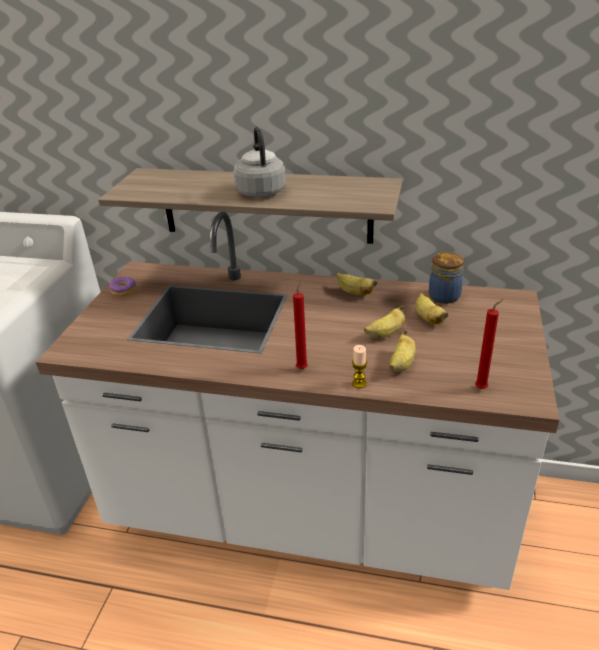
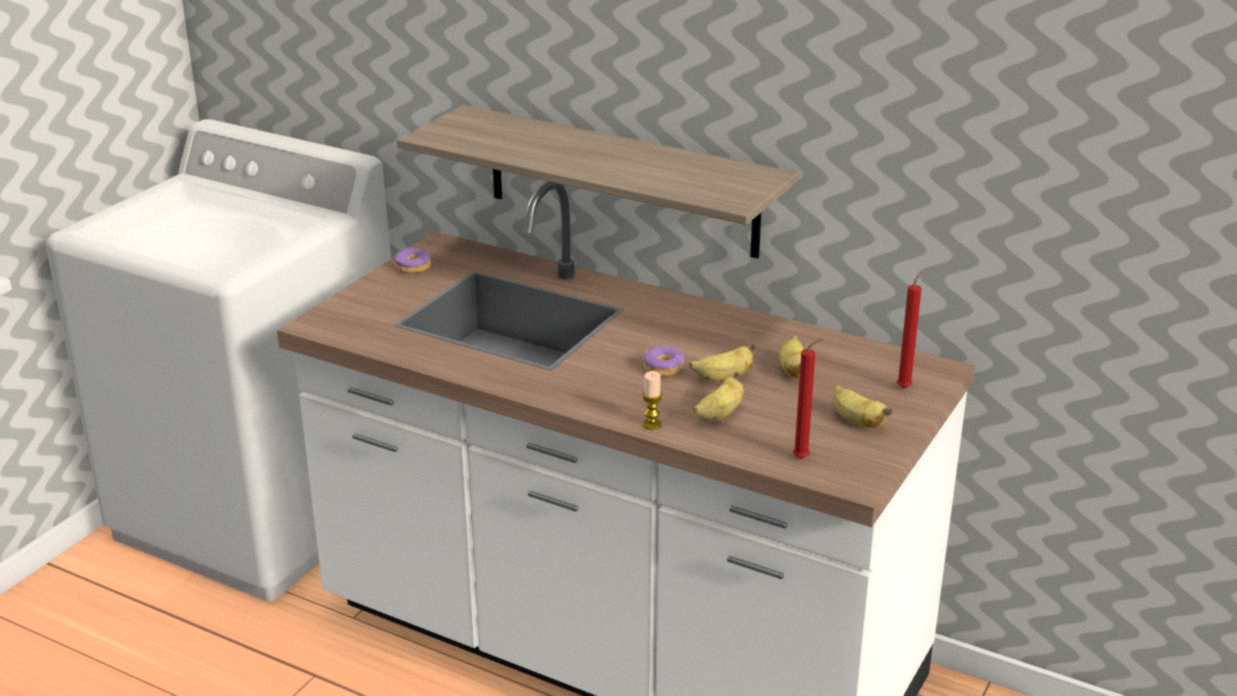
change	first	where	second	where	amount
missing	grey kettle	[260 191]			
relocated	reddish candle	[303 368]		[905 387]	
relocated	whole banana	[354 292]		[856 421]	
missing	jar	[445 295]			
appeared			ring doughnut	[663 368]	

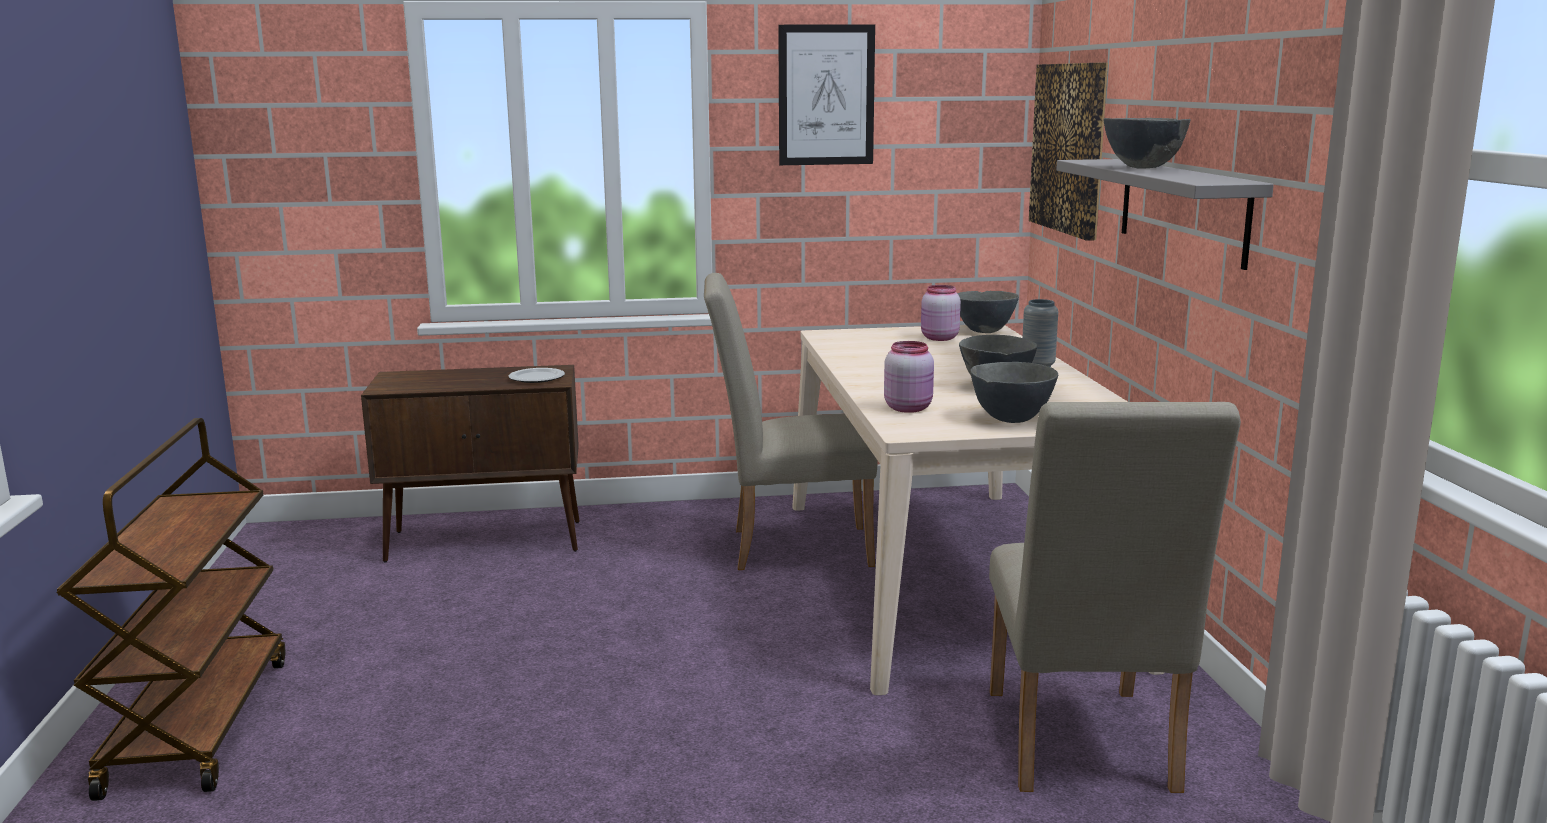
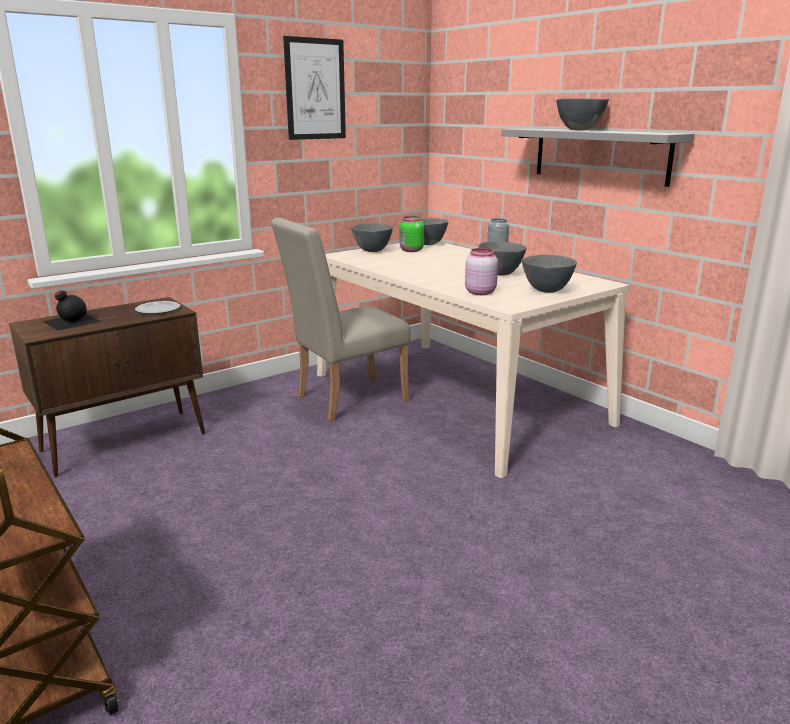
change	first	where	second	where	amount
colour	pink jar	[938 338]	green jar	[411 250]	
missing	beige-coloured chair	[1081 749]			
missing	wall art	[1069 148]			
appeared			black-coloured drink bottle	[70 321]	
appeared			grey bowl	[372 251]	

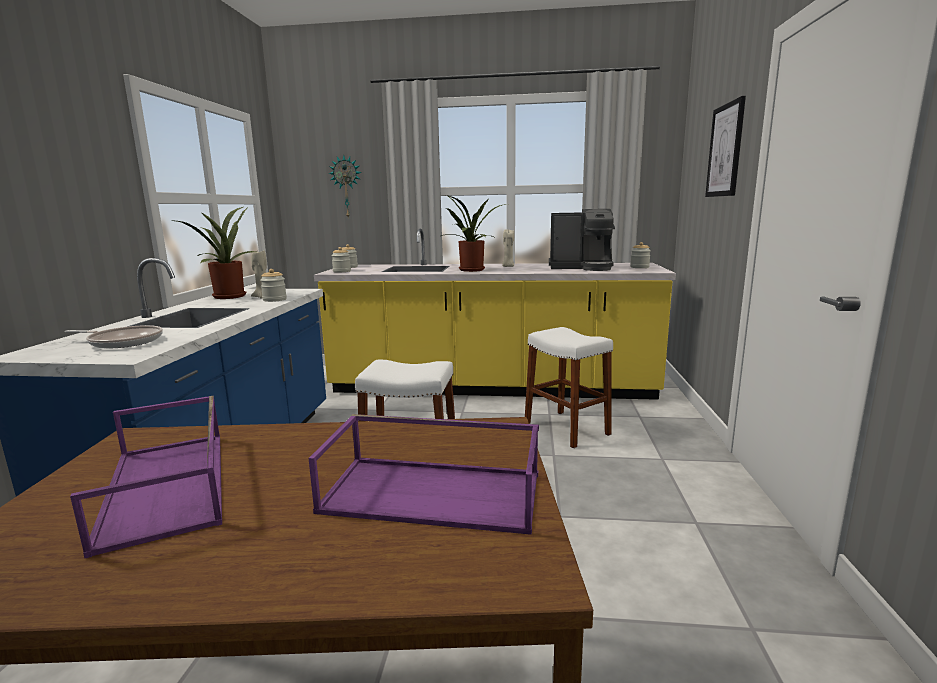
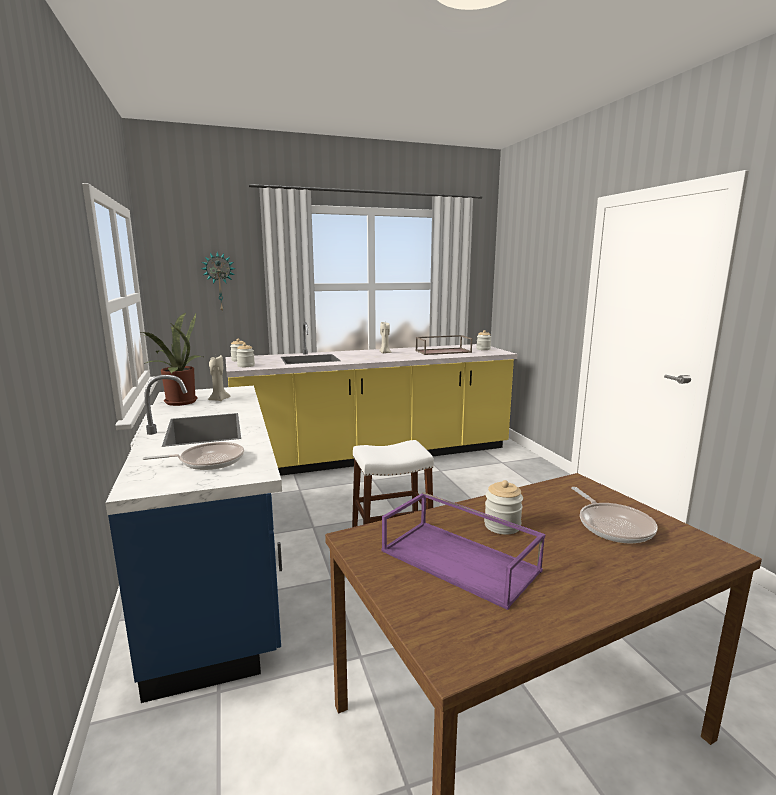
change	first	where	second	where	amount
relocated	jar	[274 300]		[502 526]	
exchanged	purple-coloured carrying tray	[435 492]	pan	[613 526]	
missing	houseplant	[472 270]			
missing	white-coloured stool seat	[566 429]			
exchanged	coffee maker	[581 267]	brownish carrying tray	[443 351]	
missing	wall art	[725 150]			

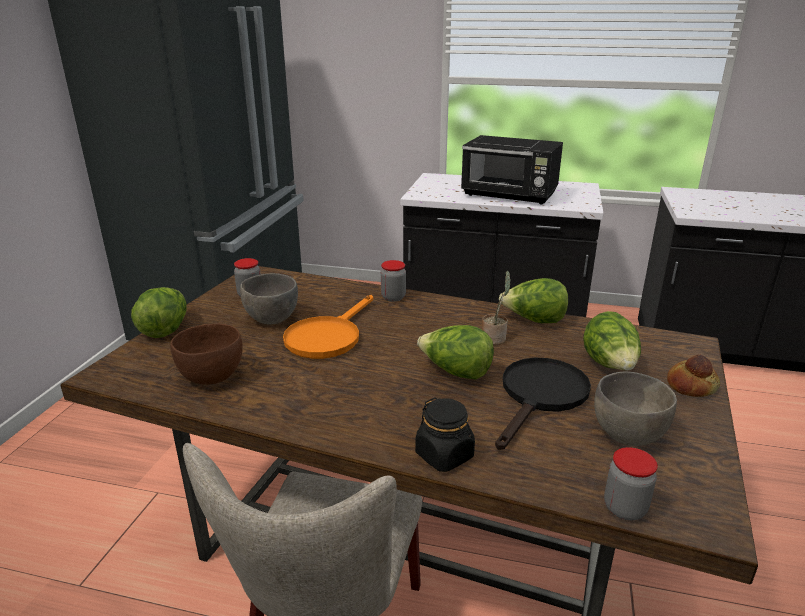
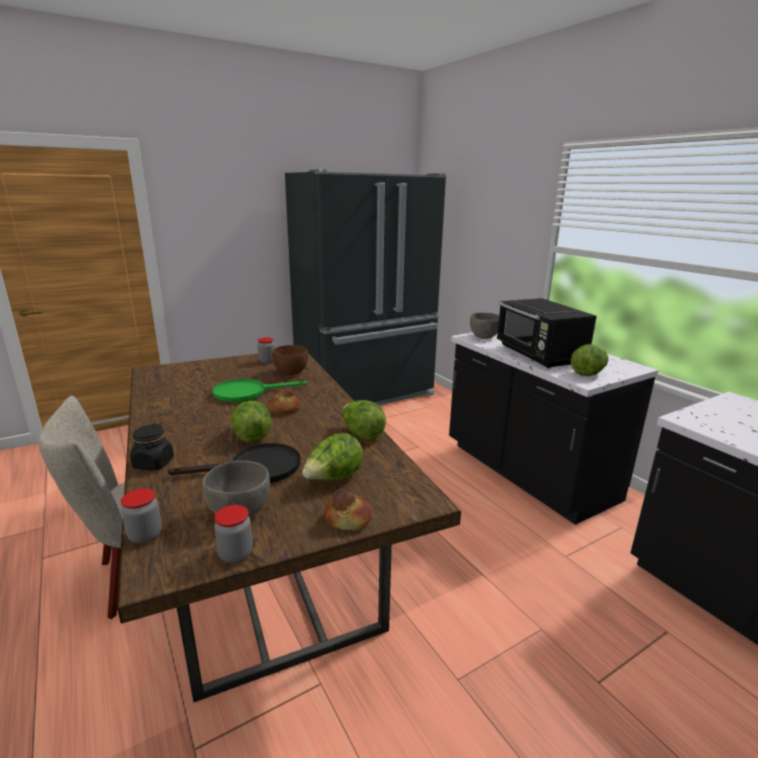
change	first	where	second	where	amount
relocated	lettuce head	[165 329]		[588 373]	
relocated	brownish bowl	[212 377]		[291 373]	
relocated	grey bowl	[271 318]		[484 337]	
colour	orange pan	[328 337]	green pan	[247 393]	
relocated	jar	[393 297]		[236 554]	
missing	houseplant	[494 338]			
appeared			bakery bread	[283 409]	

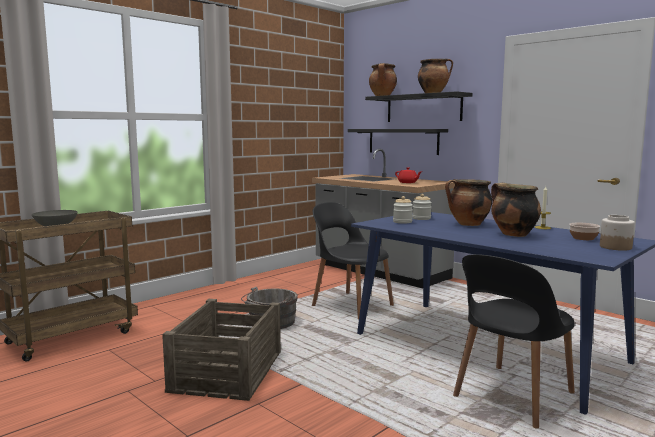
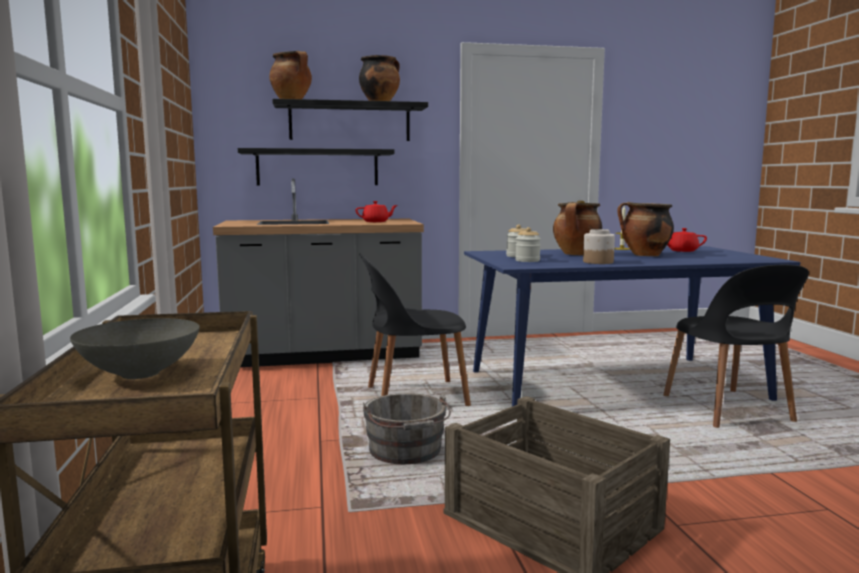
change	first	where	second	where	amount
exchanged	bowl	[583 238]	reddish tea pot	[681 251]	
relocated	jar	[615 247]		[597 262]	

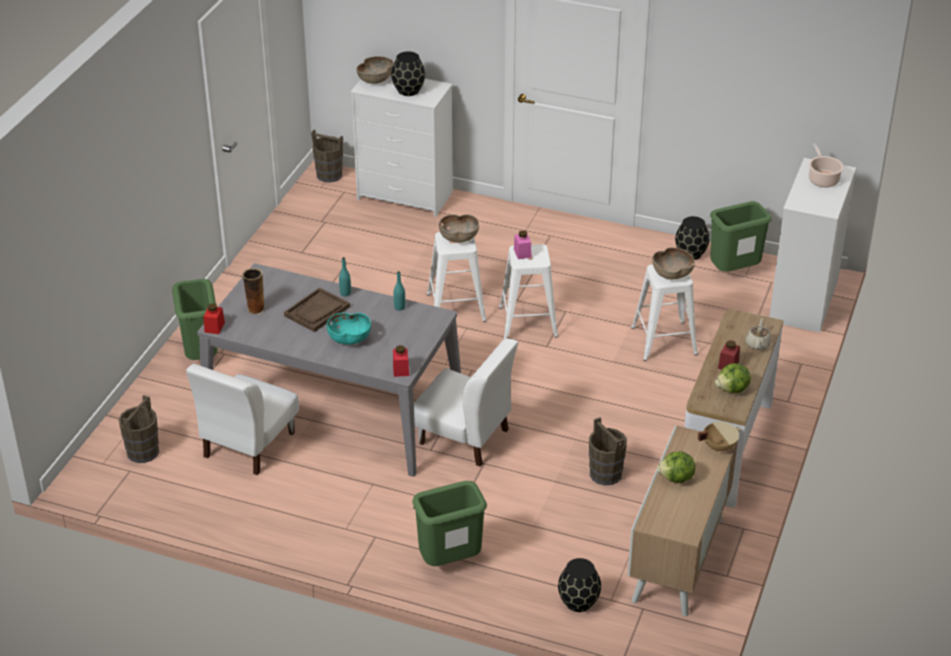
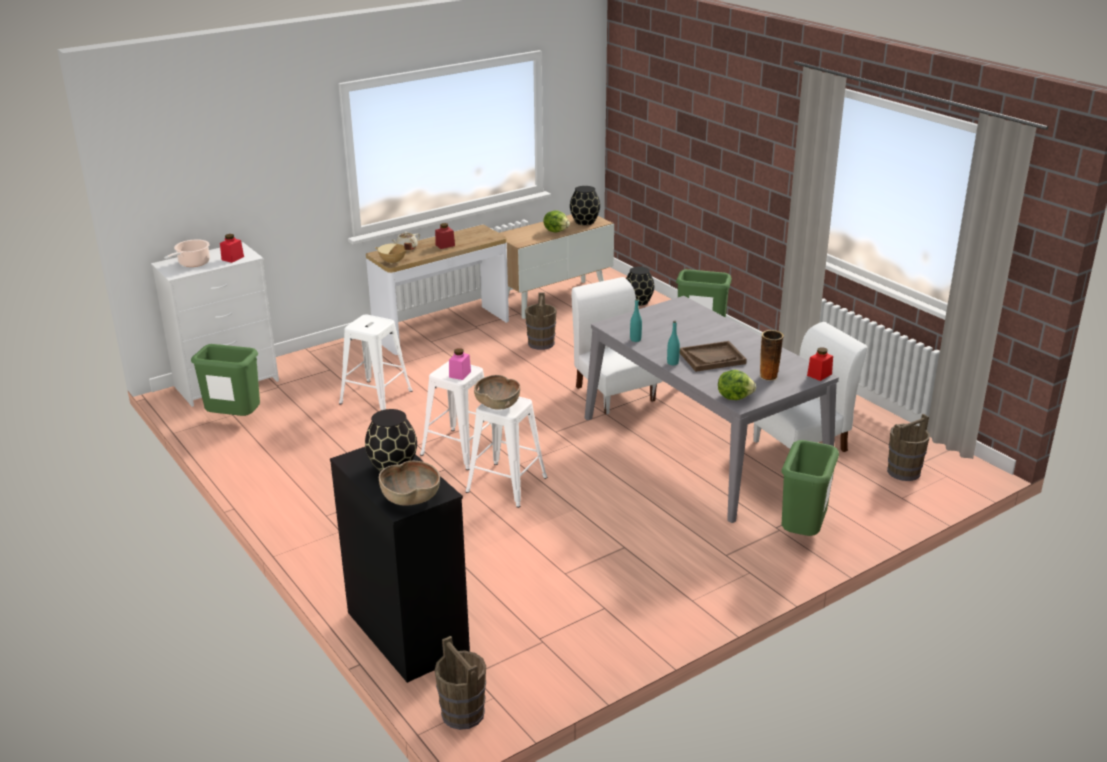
change	first	where	second	where	amount
missing	turquoise bowl	[349 339]			
colour	white-coloured drawer chest	[405 196]	black-coloured drawer chest	[406 632]	
relocated	reddish jar	[401 370]		[232 258]	
missing	brownish bowl	[672 274]			
relocated	black-coloured vase	[691 254]		[584 222]	
relocated	beige-coloured stockpot	[719 446]		[393 262]	
relocated	lettuce head	[732 389]		[734 397]	

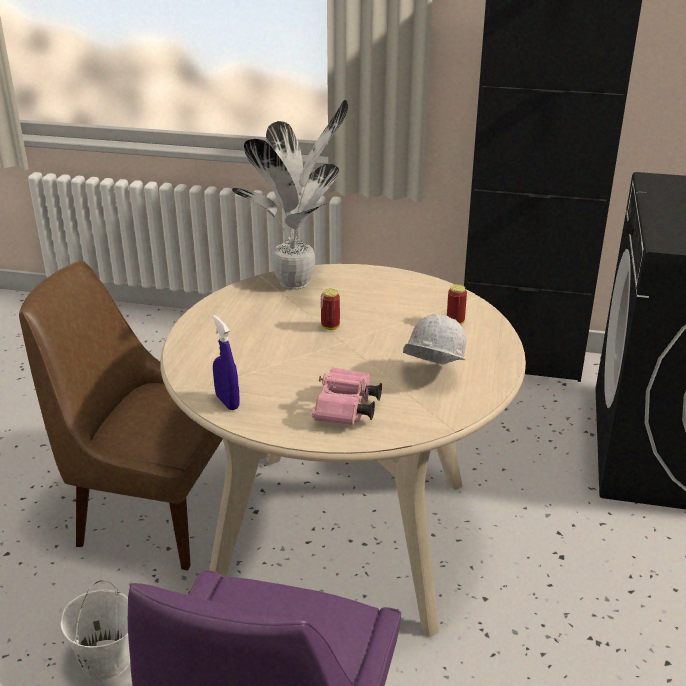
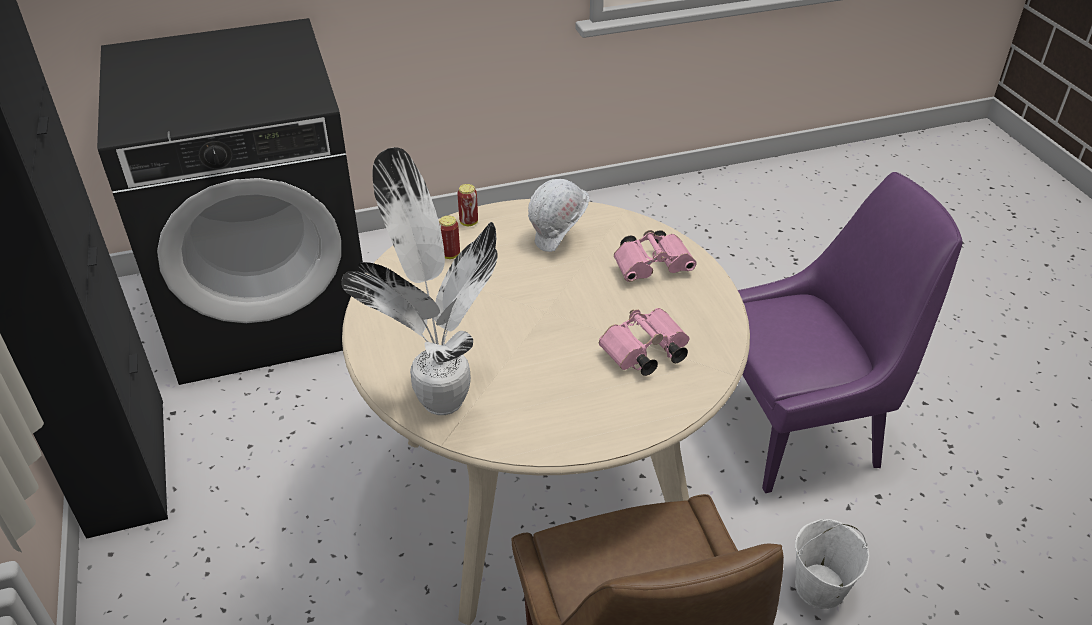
change	first	where	second	where	amount
missing	bluish spray bottle	[227 402]			
relocated	metal can	[330 327]		[469 222]	
appeared			pink binoculars	[643 355]	

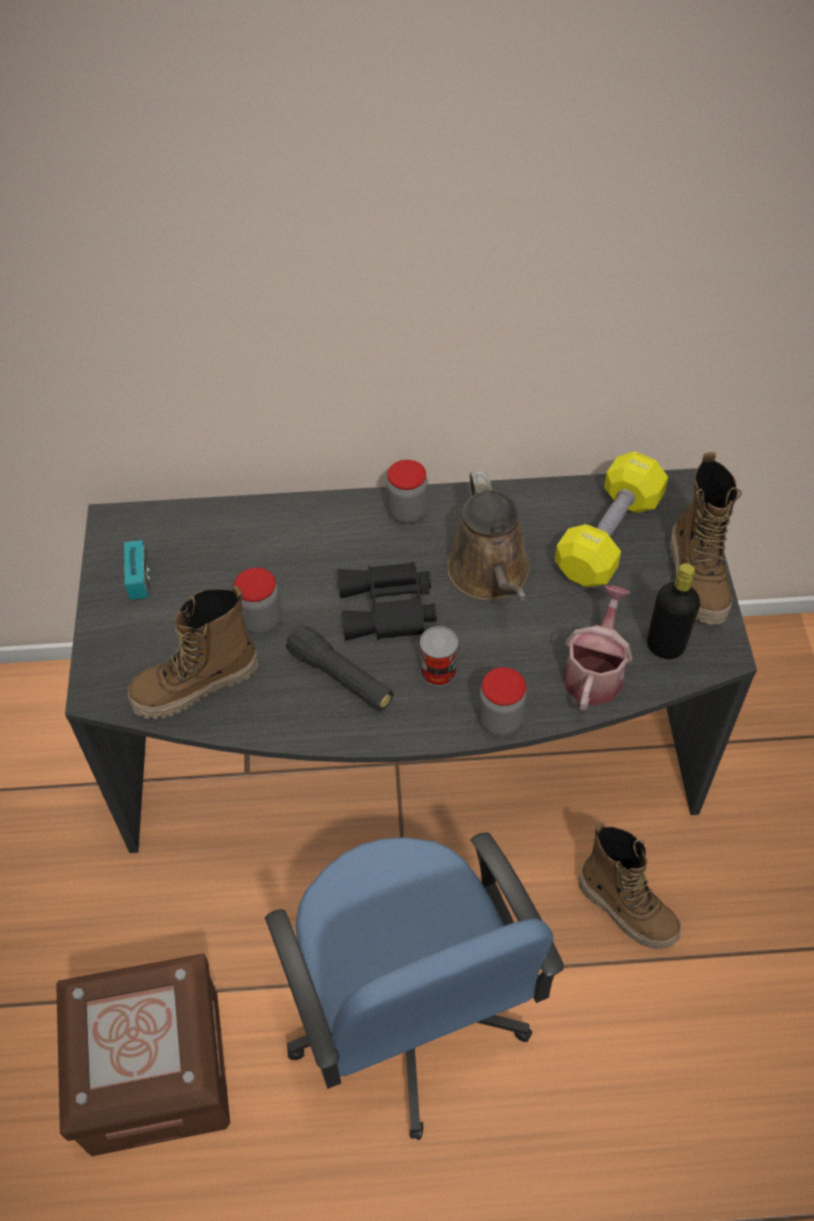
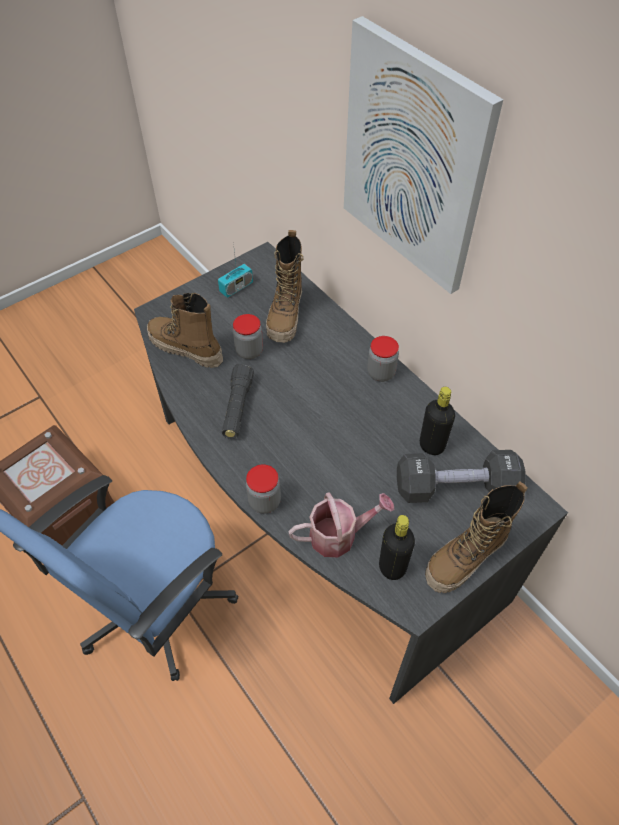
change	first	where	second	where	amount
missing	black-coloured binoculars	[388 610]			
missing	metal can	[438 670]			
missing	brownish sprinkling can	[491 575]			
colour	yellow free weight	[608 536]	black-coloured free weight	[456 487]	
relocated	boot	[627 909]		[286 317]	
appeared			wall art	[414 161]	
appeared			black-coloured drink bottle	[432 445]	

